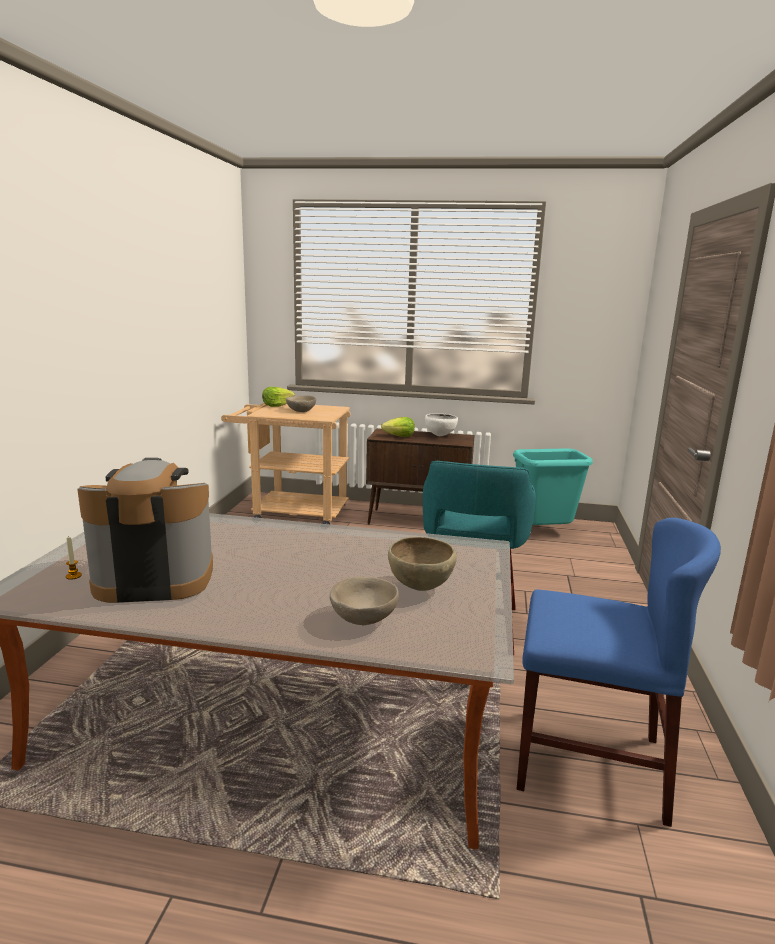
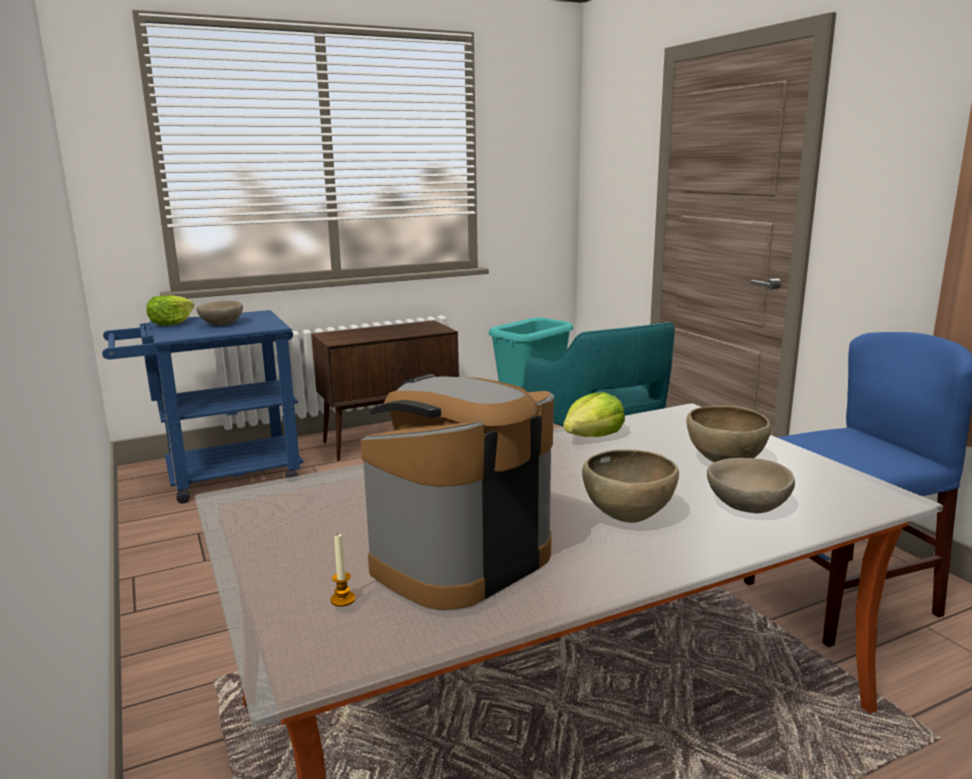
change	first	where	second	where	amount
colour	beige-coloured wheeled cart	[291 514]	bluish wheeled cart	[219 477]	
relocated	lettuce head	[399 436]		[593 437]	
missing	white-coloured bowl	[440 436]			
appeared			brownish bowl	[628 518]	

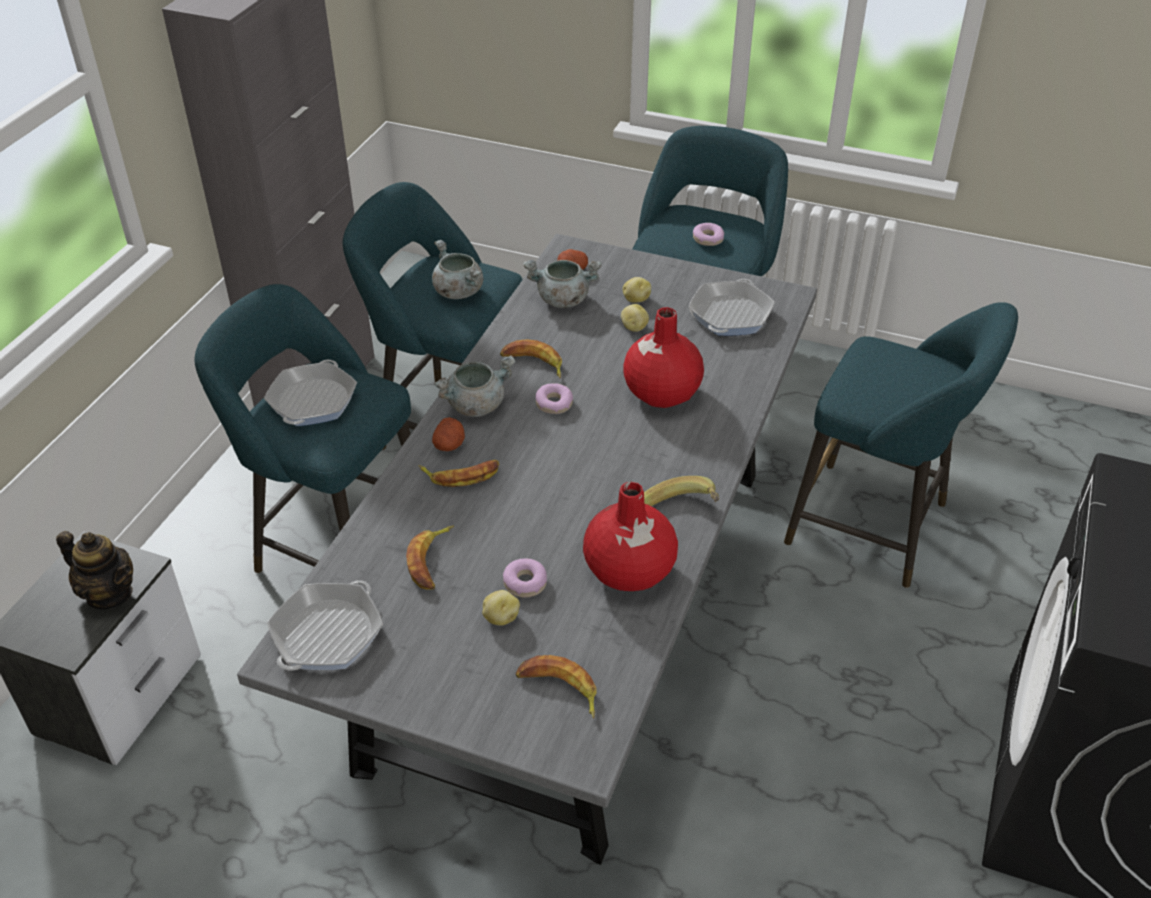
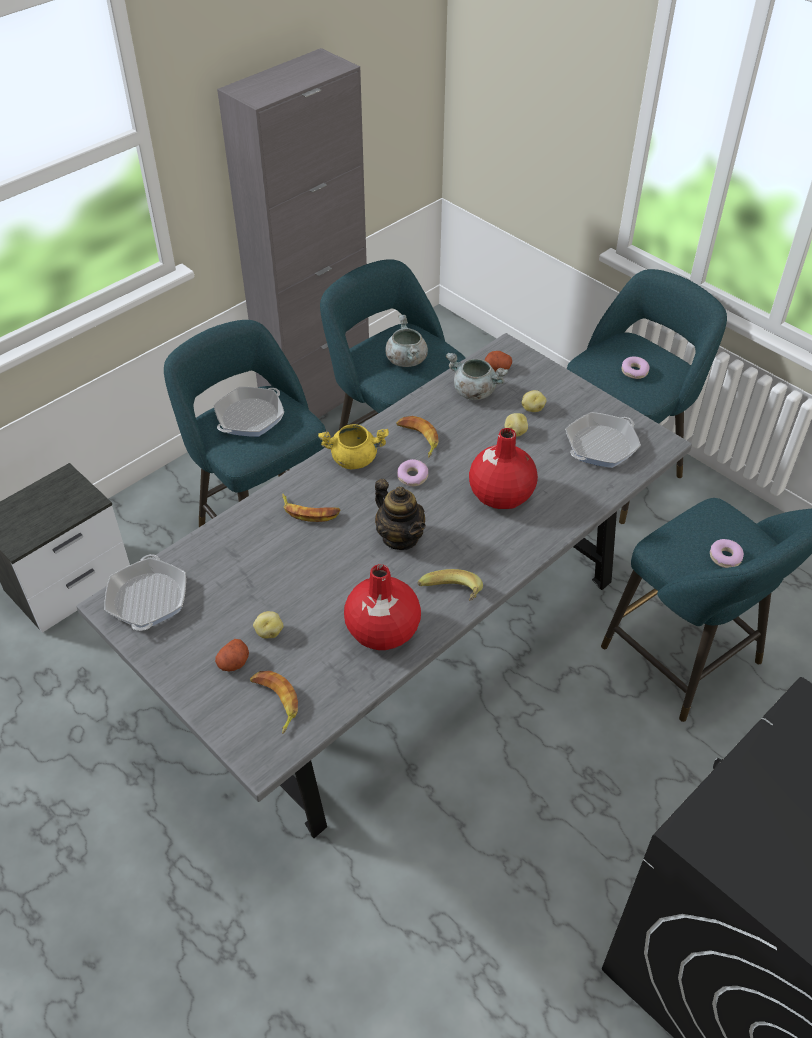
change	first	where	second	where	amount
relocated	tea pot	[109 594]		[400 537]	
spun	pan	[327 634]		[148 599]	60 degrees counterclockwise
missing	whole banana	[431 561]			
relocated	whole potato	[449 445]		[233 663]	
colour	grey stockpot	[476 405]	yellow stockpot	[354 459]	
relocated	ring doughnut	[525 583]		[725 557]	

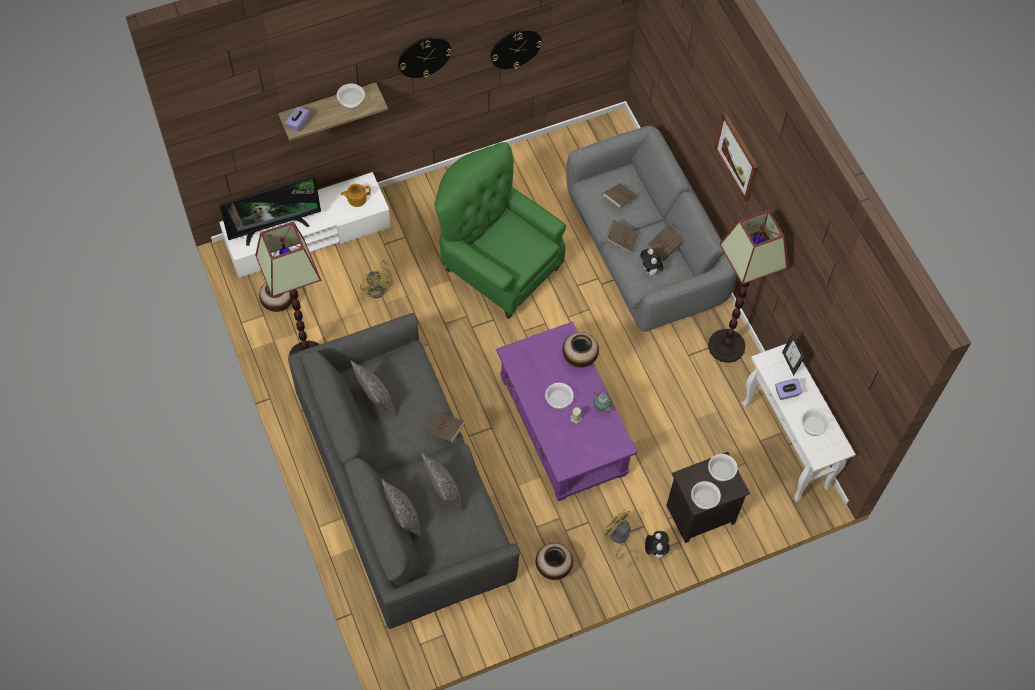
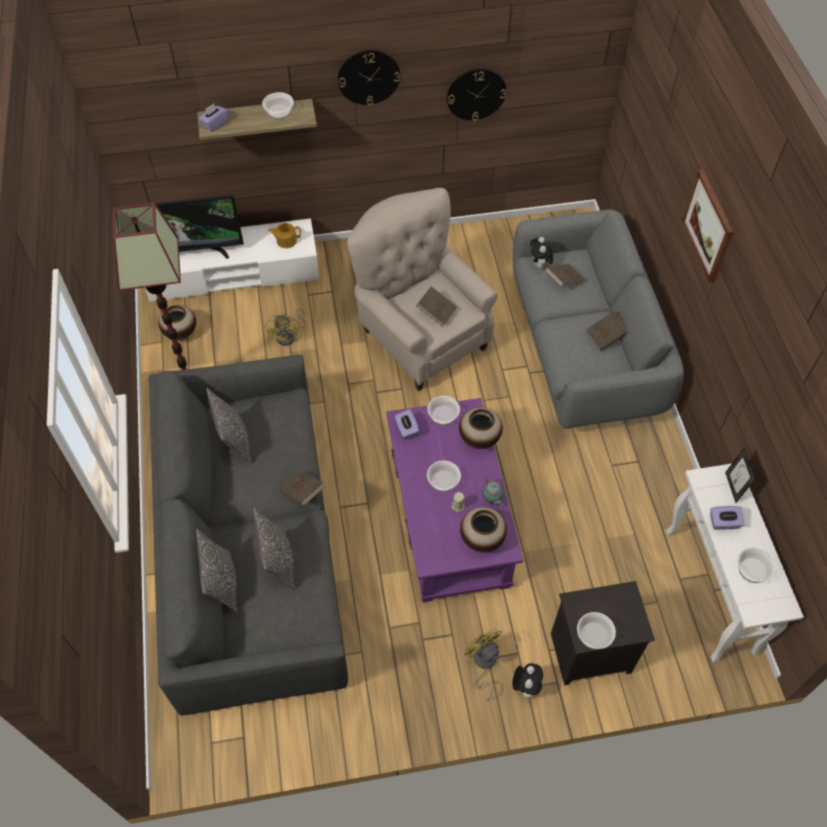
change	first	where	second	where	amount
colour	green armchair	[497 266]	beige-coloured armchair	[420 336]	
relocated	vase	[553 567]		[482 539]	
relocated	brownish volume	[621 240]		[436 312]	
relocated	plush toy	[650 270]		[539 265]	
missing	standing lamp	[727 346]			
relocated	bowl	[721 471]		[443 415]	
appeared			purple-coloured tissue holder	[406 429]	

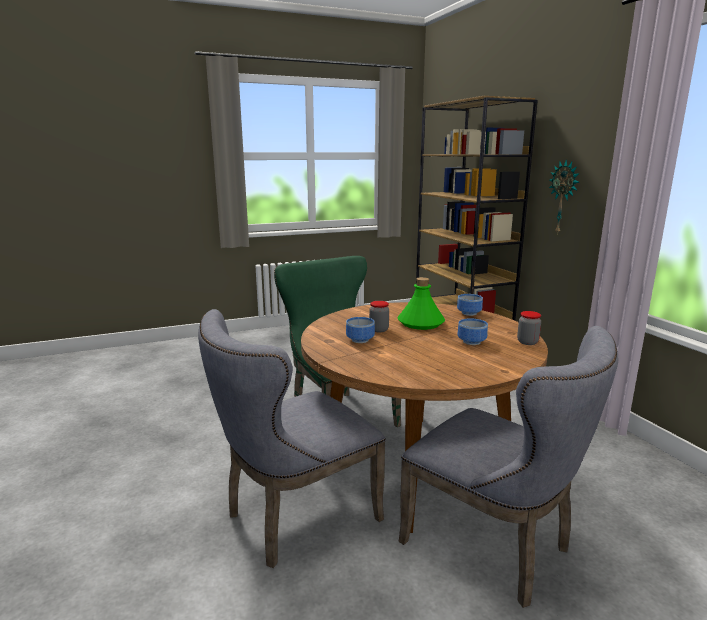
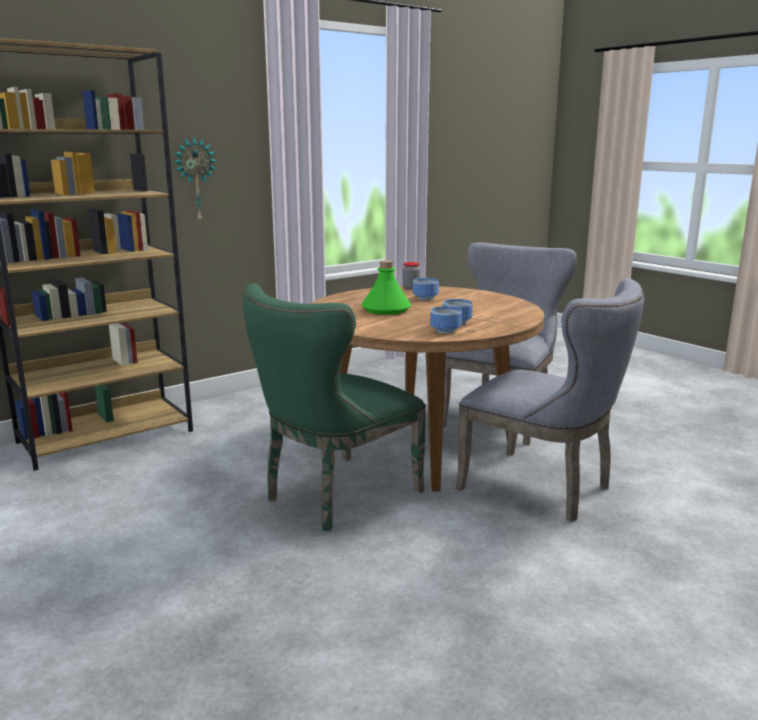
change	first	where	second	where	amount
missing	jar	[379 330]			
relocated	bowl	[469 313]		[444 331]	

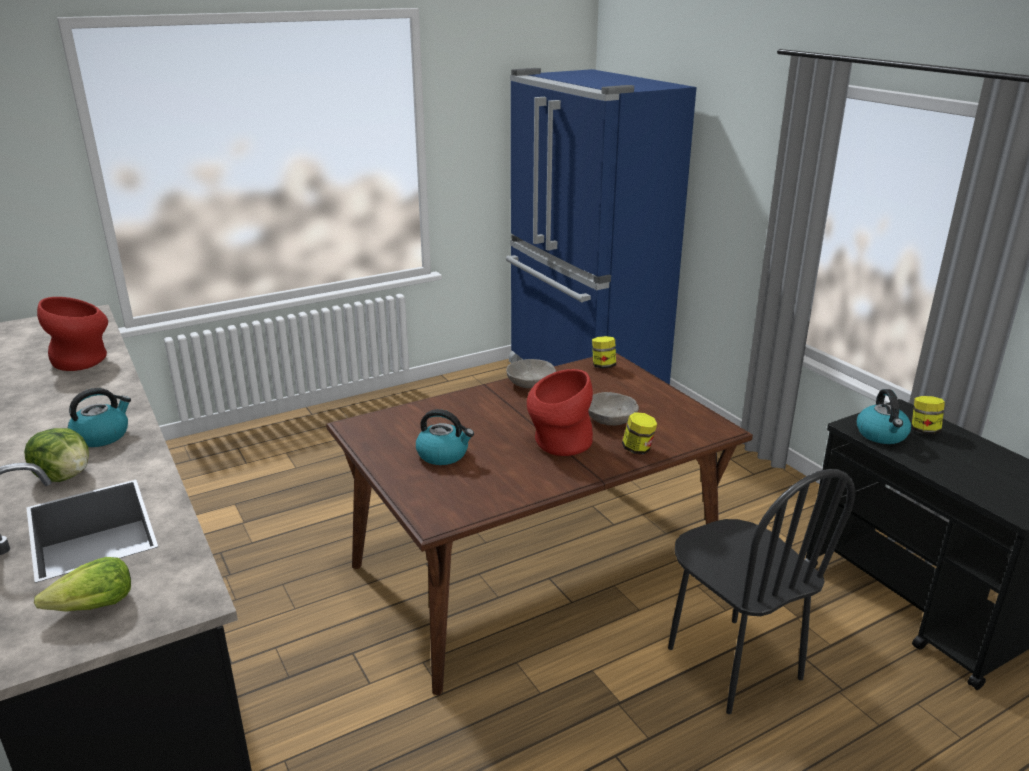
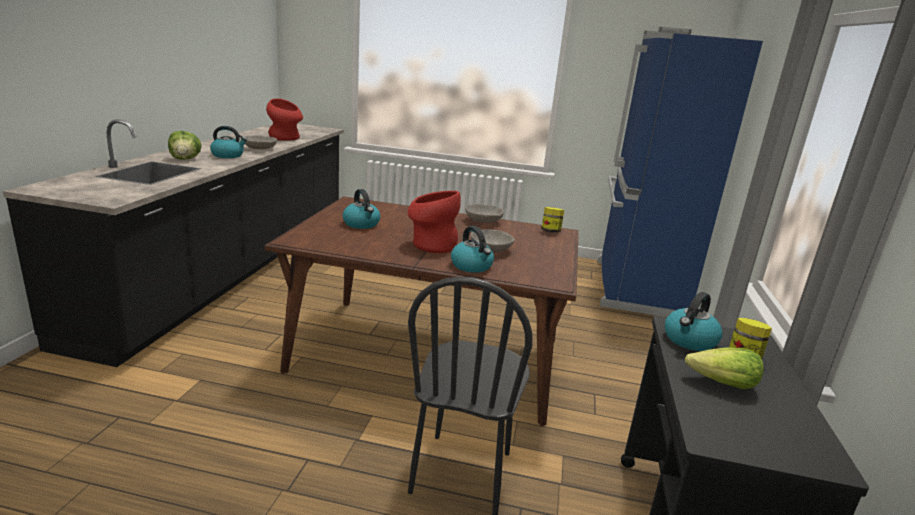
change	first	where	second	where	amount
relocated	lettuce head	[94 607]		[722 384]	
exchanged	jar	[638 449]	kettle	[472 266]	
appeared			grey bowl	[260 149]	

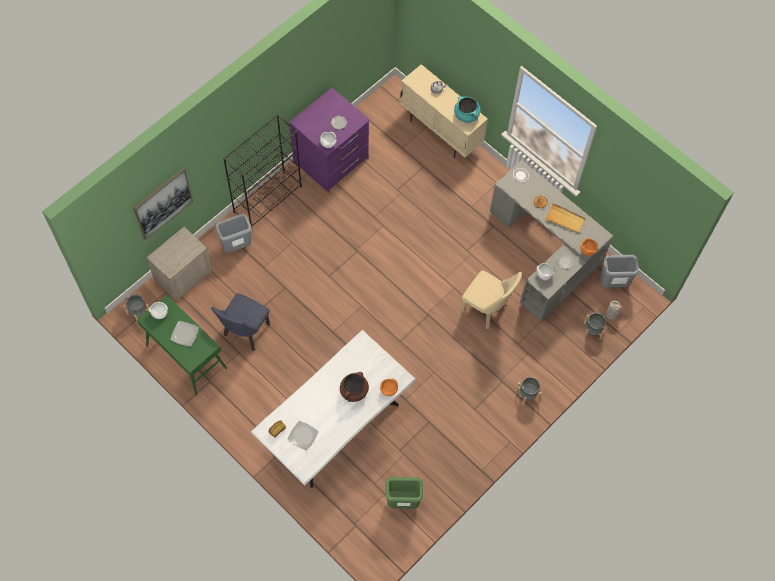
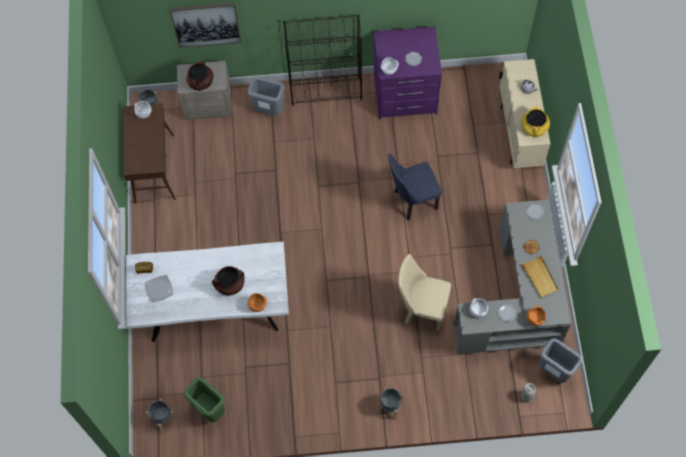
change	first	where	second	where	amount
colour	green console table	[186 357]	brownish console table	[154 168]	
missing	flat dish	[184 334]			
relocated	bluish chair	[245 333]		[412 201]	
colour	turquoise stockpot	[466 115]	yellow stockpot	[534 128]	
spun	beige-coloured chair	[487 309]		[421 309]	120 degrees clockwise
relocated	grey plant pot	[592 331]		[163 418]	
appeared			brownish stockpot	[201 82]	

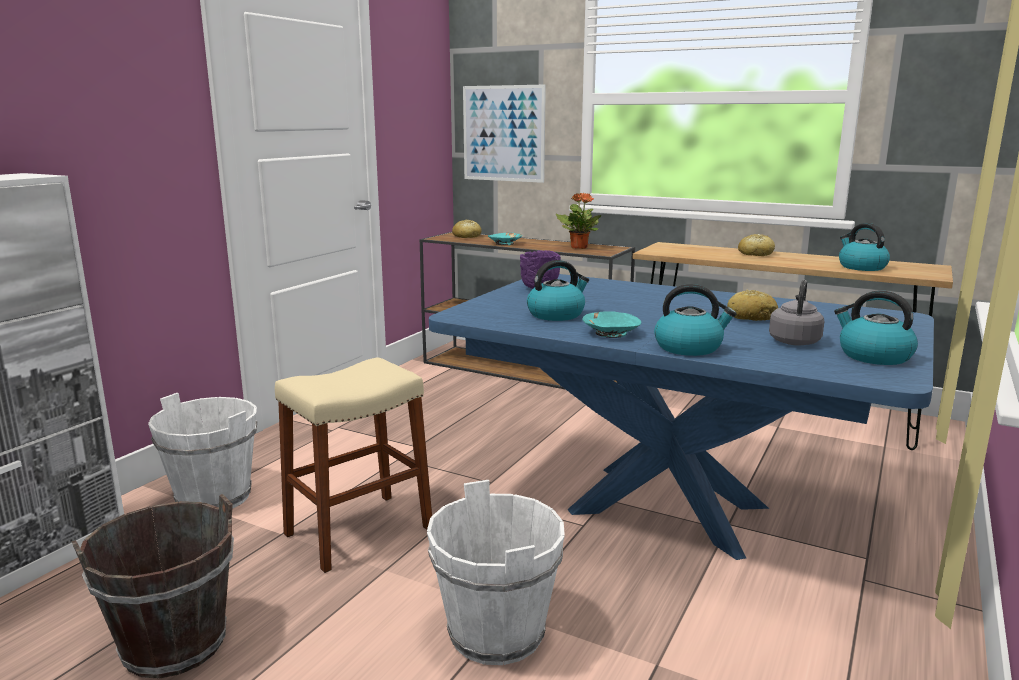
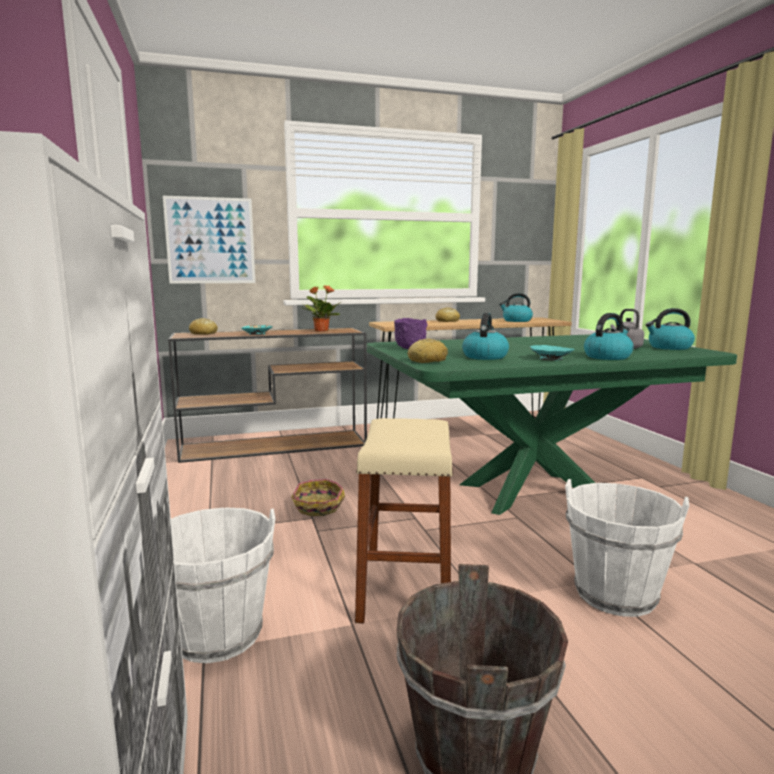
change	first	where	second	where	amount
colour	bluish kitchen table	[667 508]	green kitchen table	[531 490]	
relocated	bakery bread	[751 317]		[427 361]	
appeared			household basket	[318 508]	

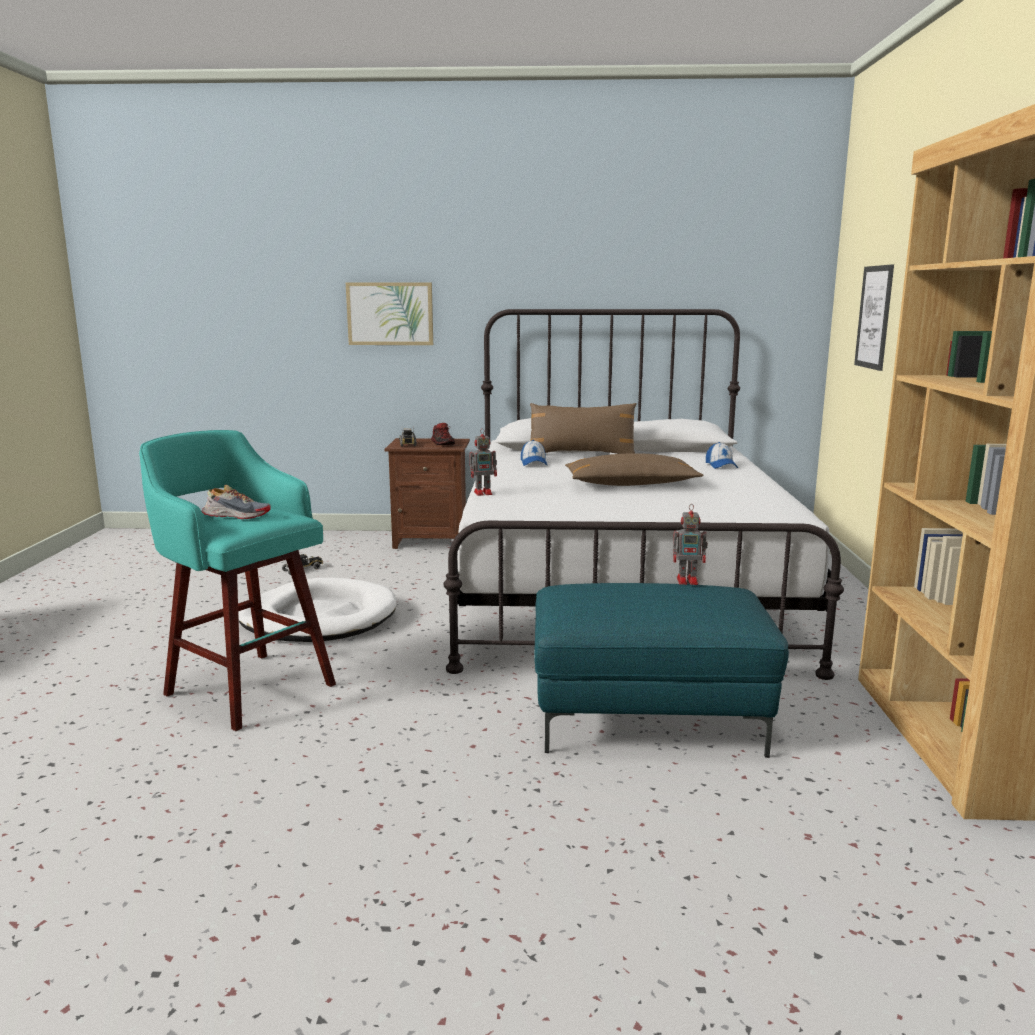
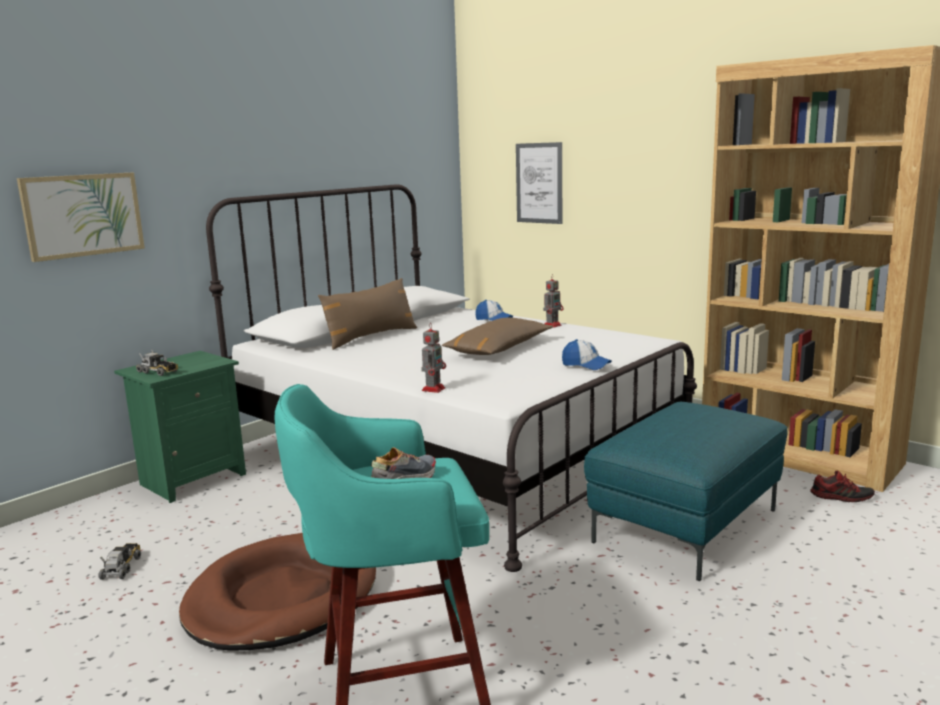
change	first	where	second	where	amount
colour	white-coloured pet bed	[319 618]	brownish pet bed	[282 598]	
colour	brownish nightstand	[431 541]	green nightstand	[191 479]	
relocated	low shoe	[443 443]		[841 497]	
relocated	baseball cap	[533 463]		[586 365]	
relocated	model robot	[688 581]		[552 325]	

